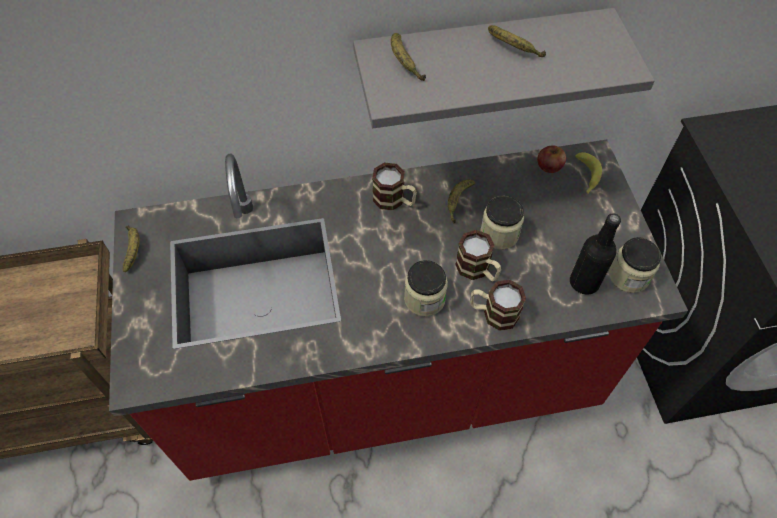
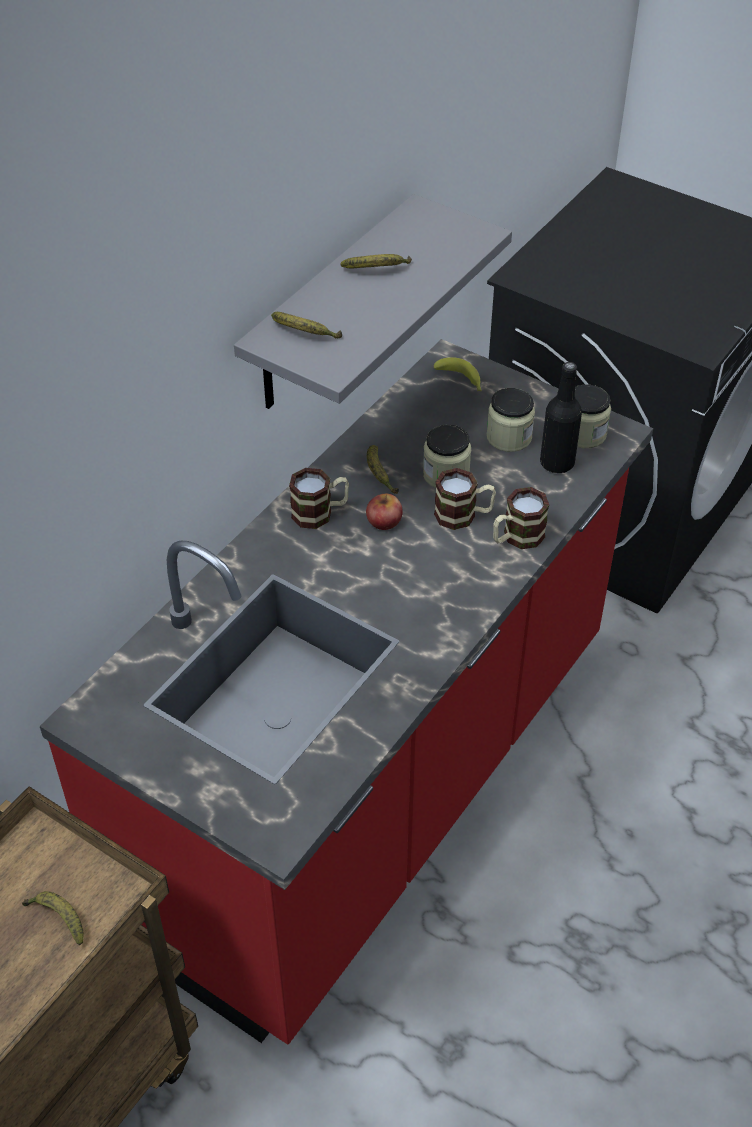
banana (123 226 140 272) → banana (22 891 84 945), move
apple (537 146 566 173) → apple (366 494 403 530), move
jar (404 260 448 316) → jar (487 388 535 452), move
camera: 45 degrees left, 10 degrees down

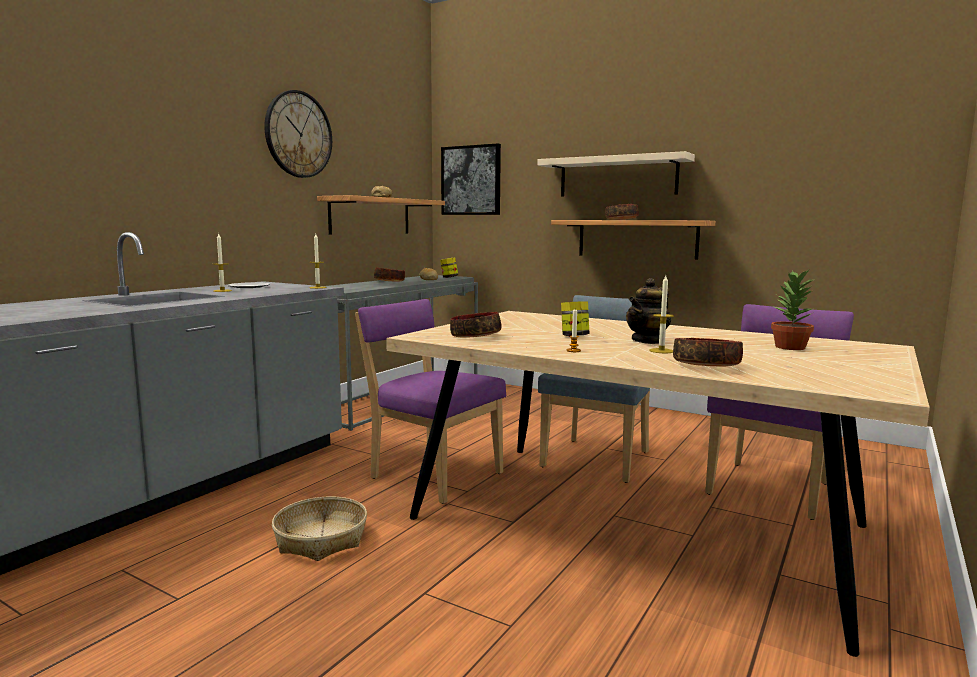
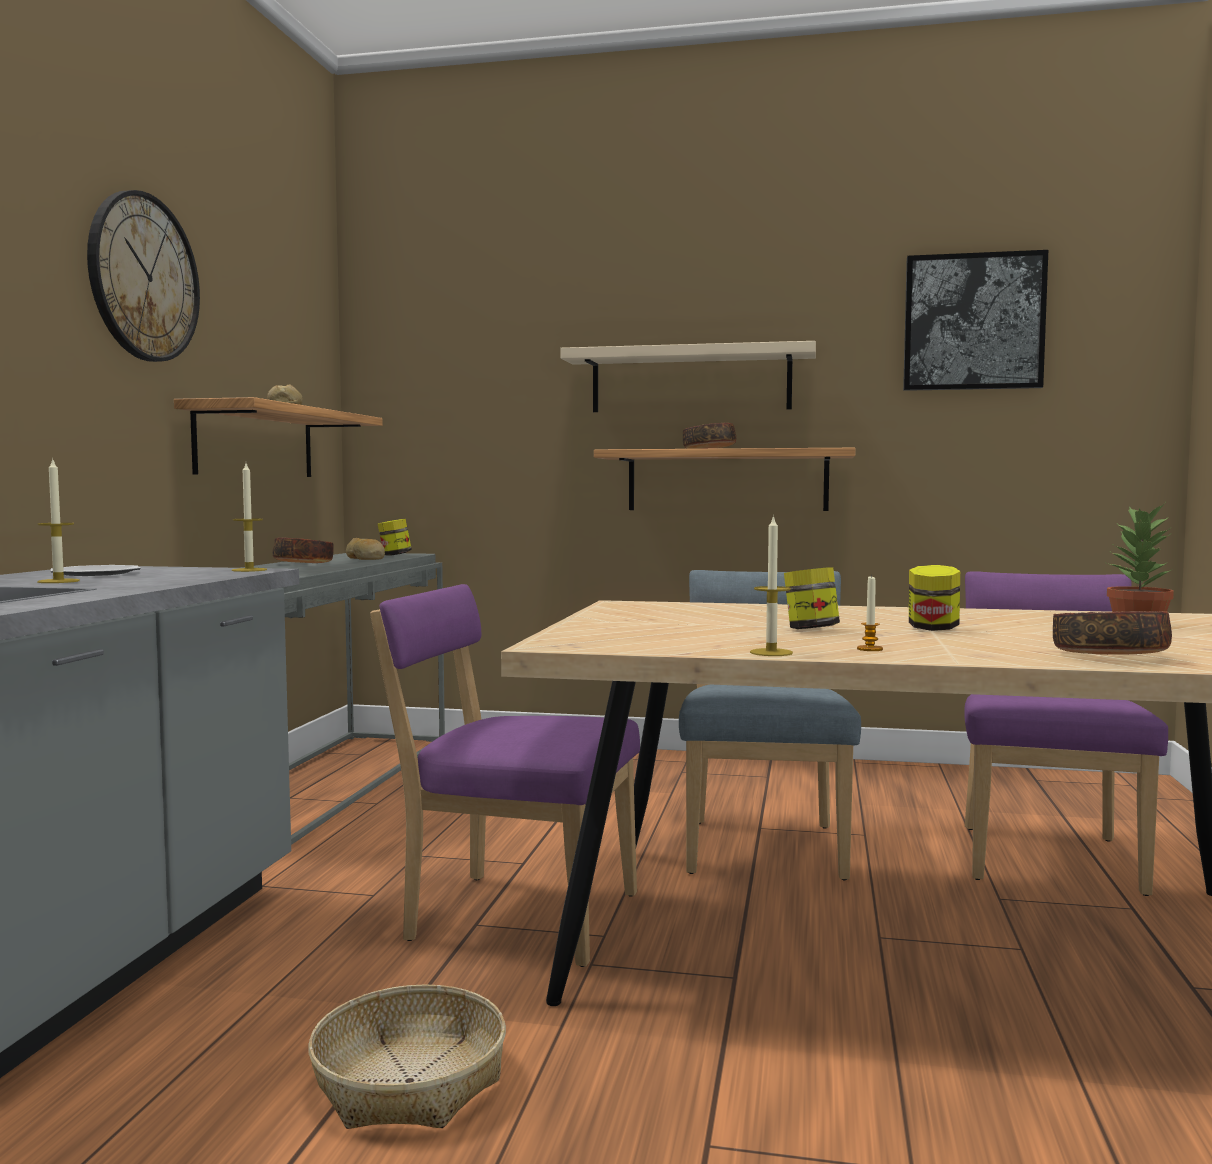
candle (650 275 674 353) → candle (750 515 793 656), move
picture (441 143 501 215) → picture (903 250 1048 391), move
teapot (626 278 671 344) → jar (909 565 960 631)
bowl (450 312 502 338) → -
camera: 20 degrees left, 5 degrees down

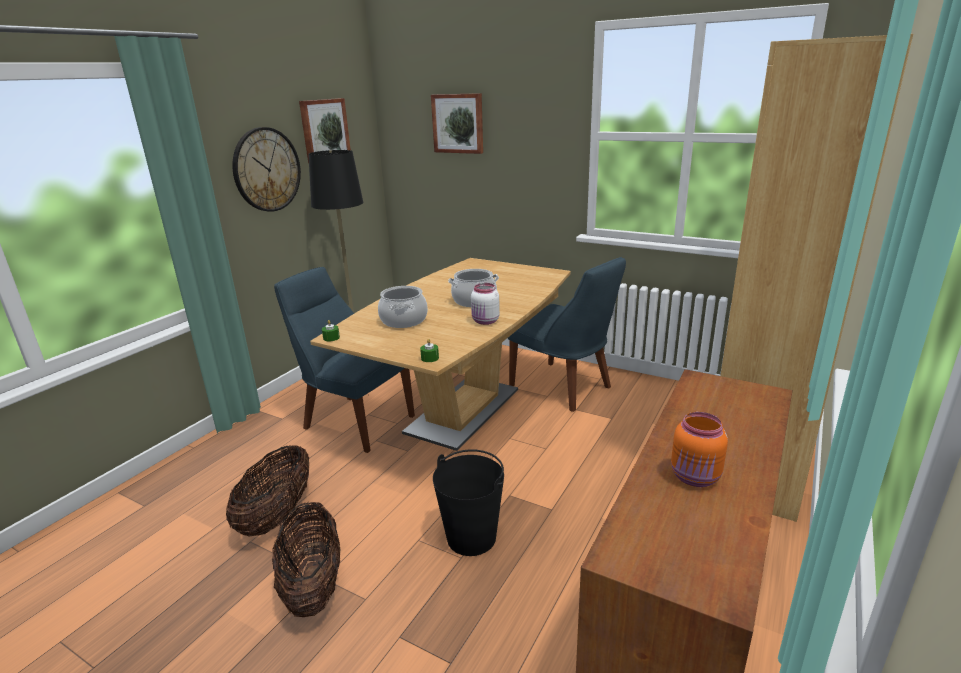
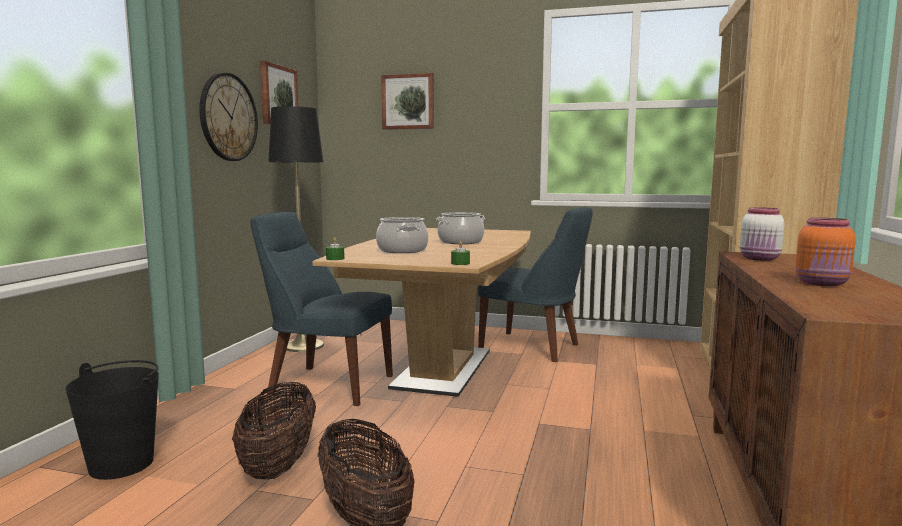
black bucket (433 449 504 556) → black bucket (65 360 159 480), move
white jar (471 283 500 325) → white jar (740 207 784 261), move
camera: 15 degrees left, 15 degrees down

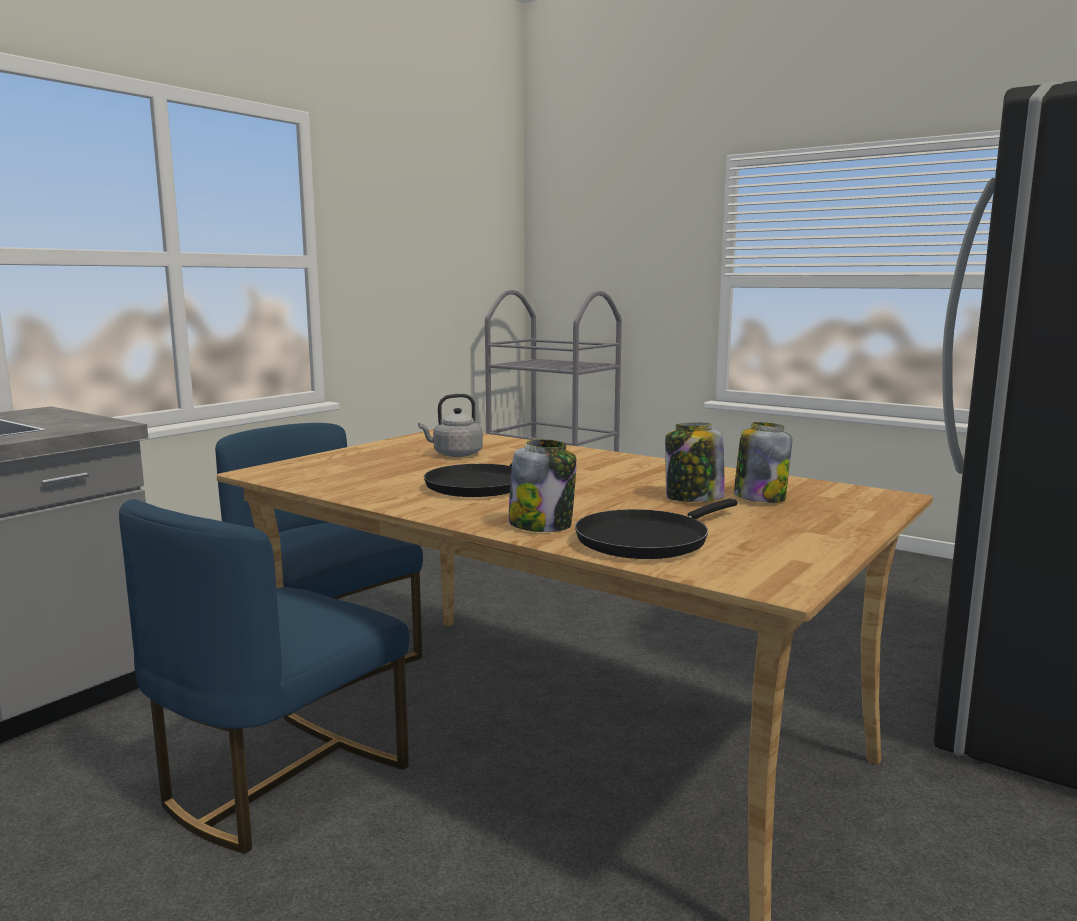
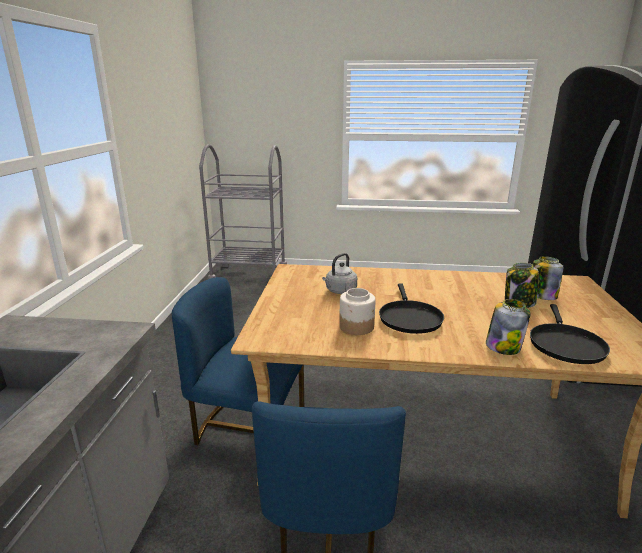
- → jar (339 288 376 335)
camera: 30 degrees left, 10 degrees up

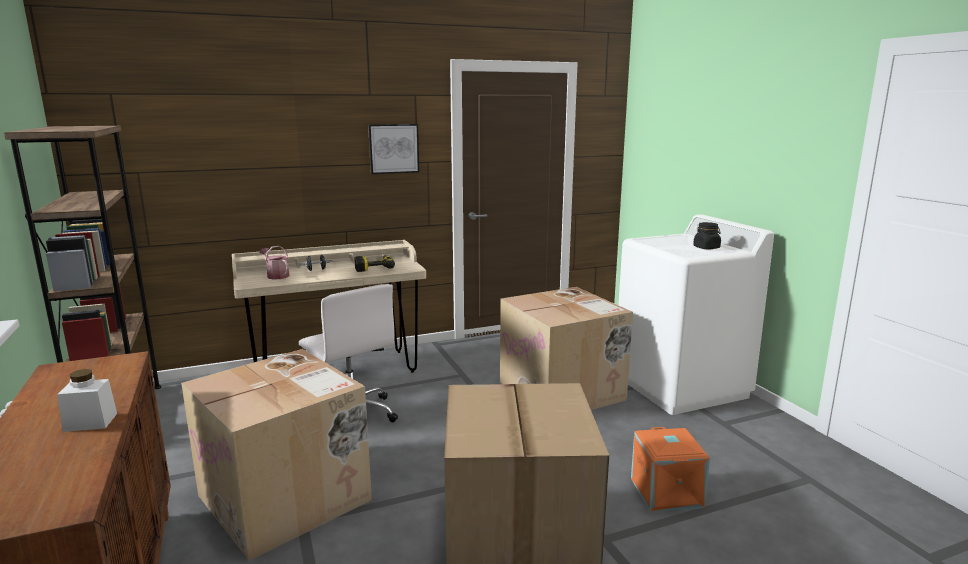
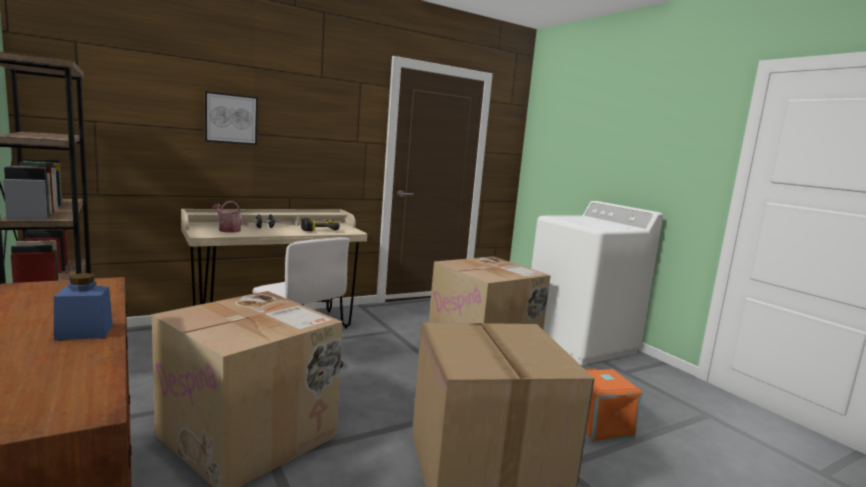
white jar (57 369 117 432) → blue jar (54 273 113 340)
picture (368 124 419 174) → picture (205 91 258 145), move
black jar (693 222 721 249) → -
camera: 10 degrees left, 5 degrees down

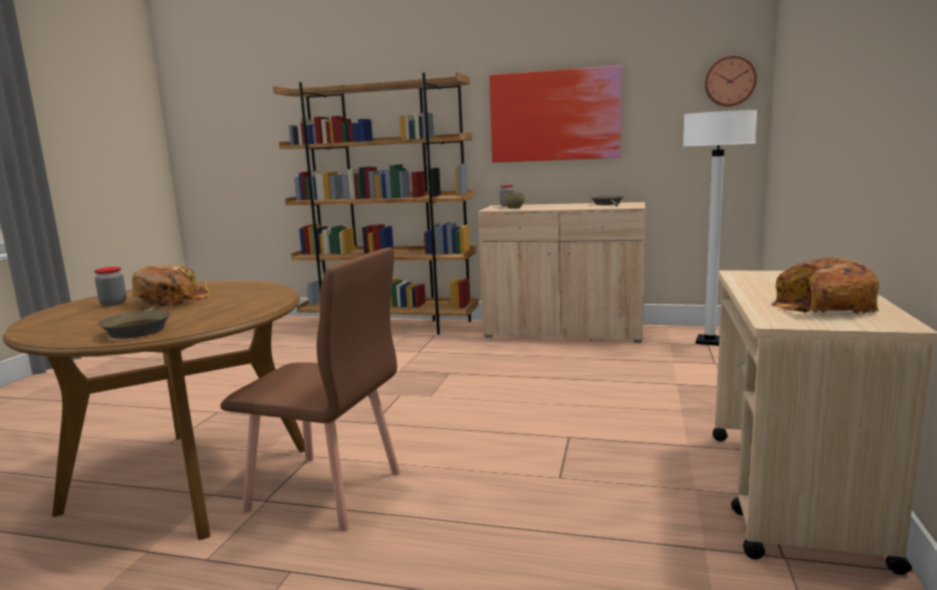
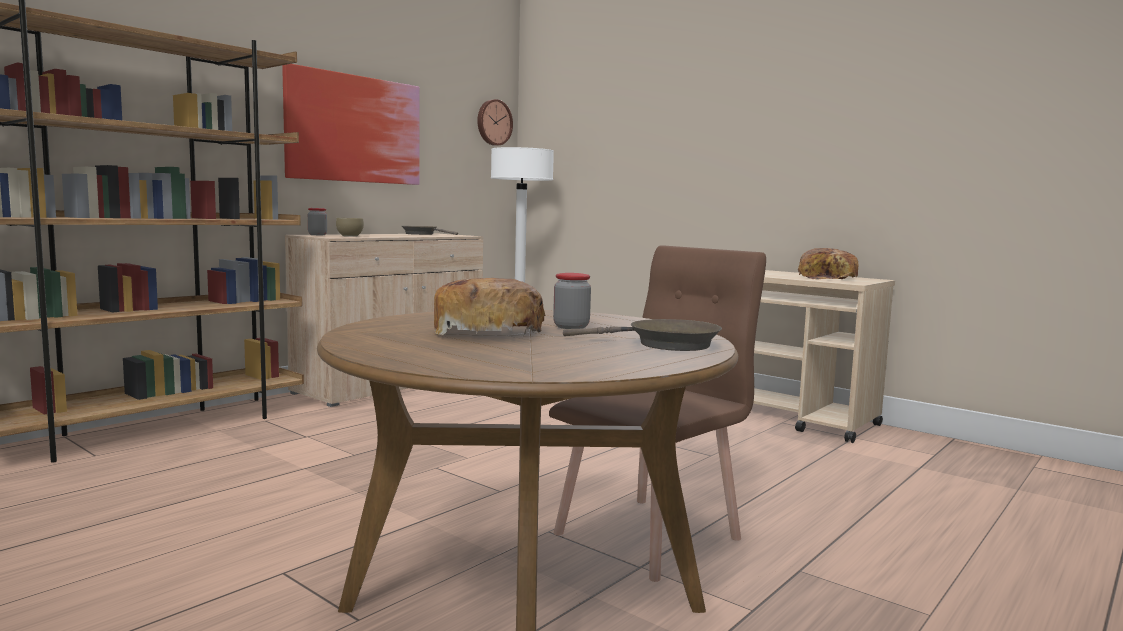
jar (94 267 127 306) → jar (553 273 591 329), move
camera: 65 degrees left, 5 degrees down

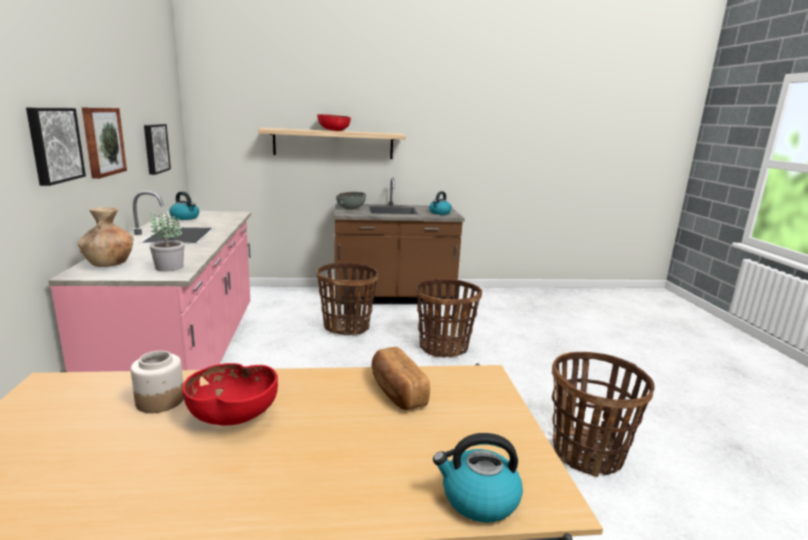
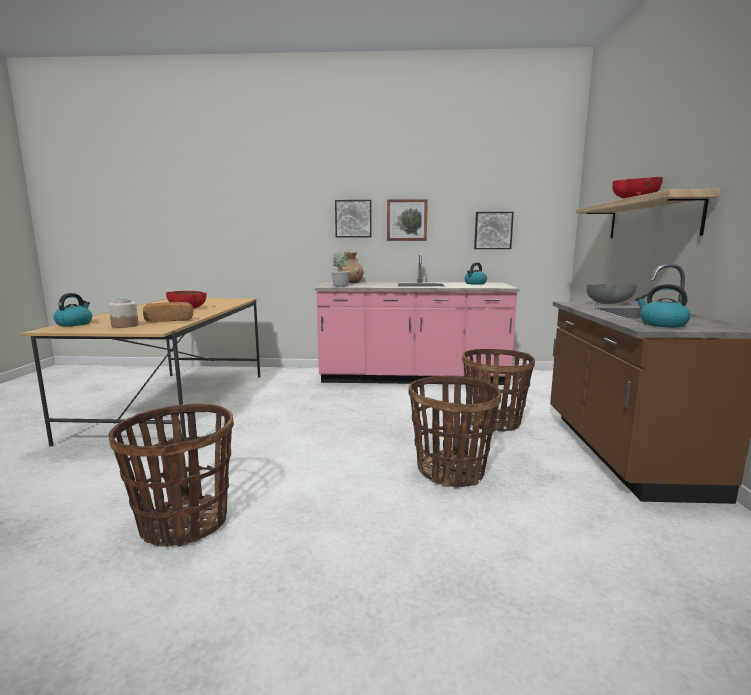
jar (130 351 184 413) → jar (109 299 139 328), move
camera: 100 degrees right, 5 degrees down

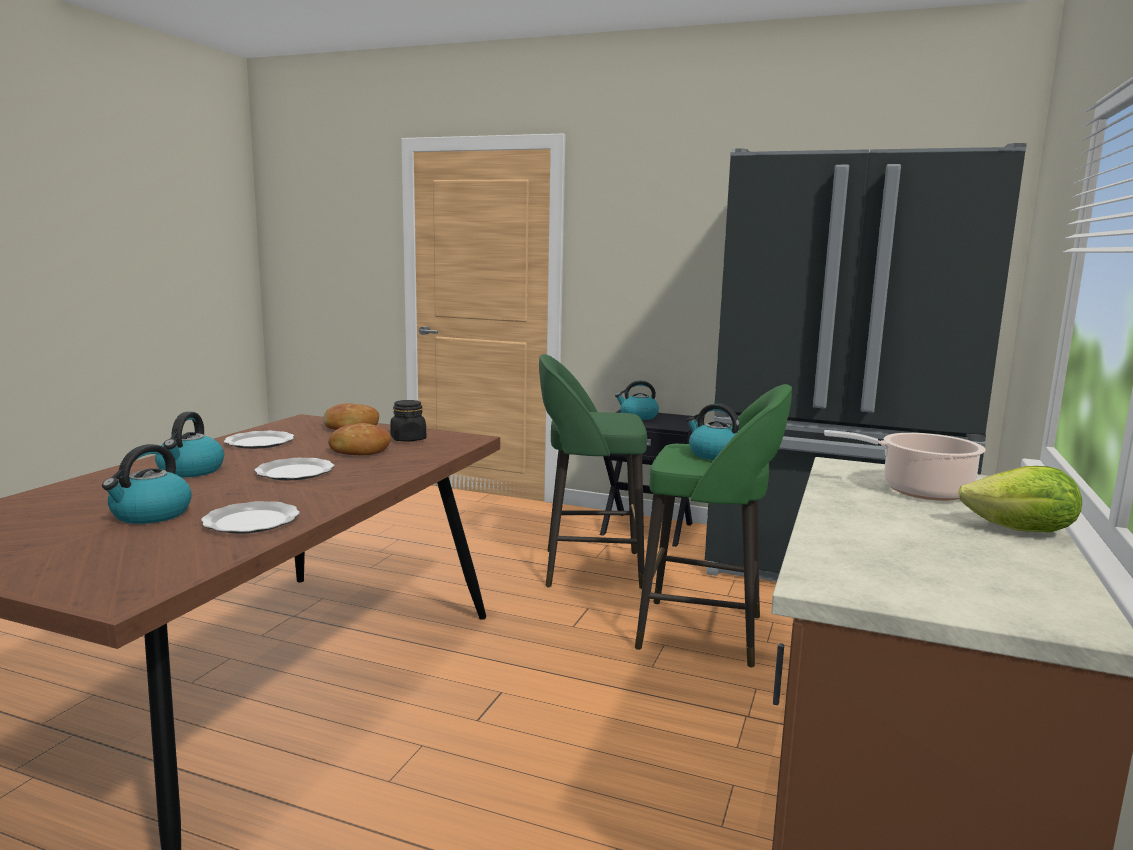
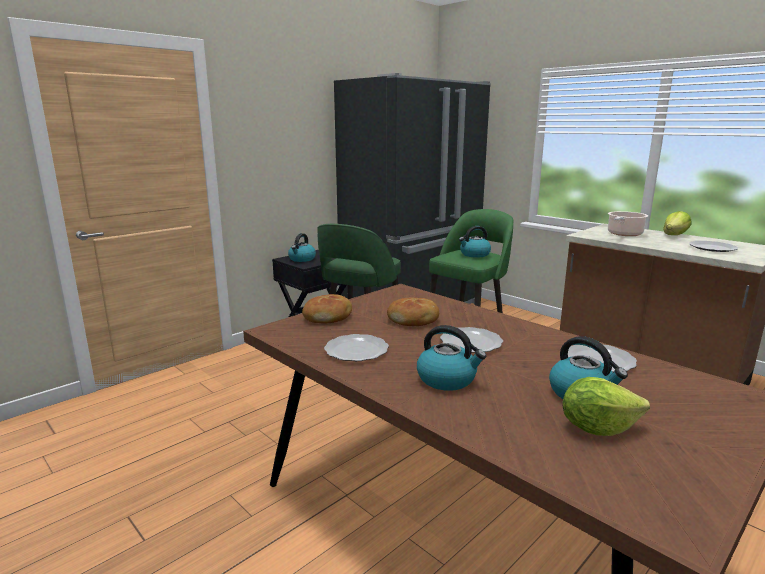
- → lettuce (562 377 650 436)
- → plate (689 241 738 252)
black jar (390 400 426 442) → -
camera: 65 degrees left, 5 degrees up

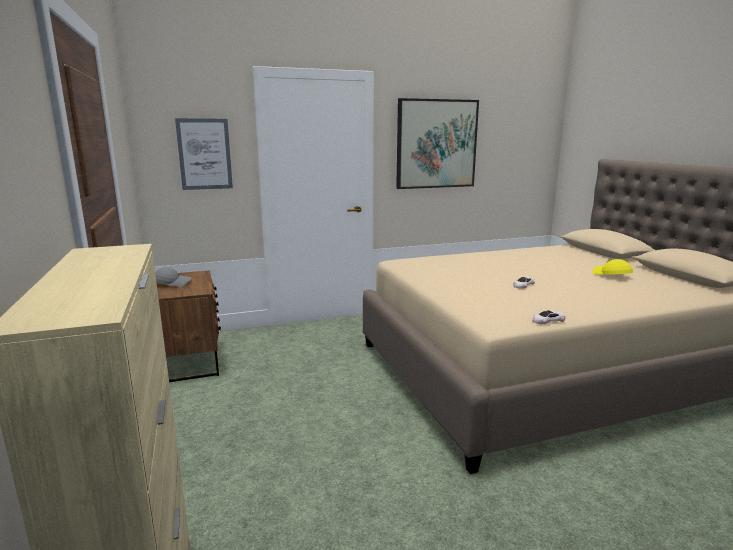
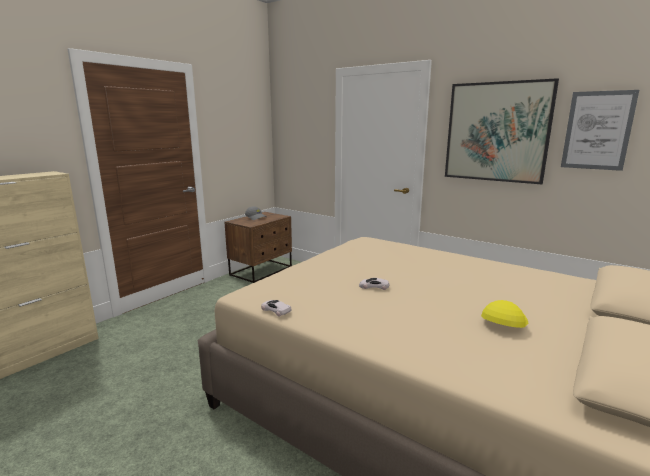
picture (175 118 233 190) → picture (561 90 639 171), move
camera: 55 degrees right, 0 degrees up

